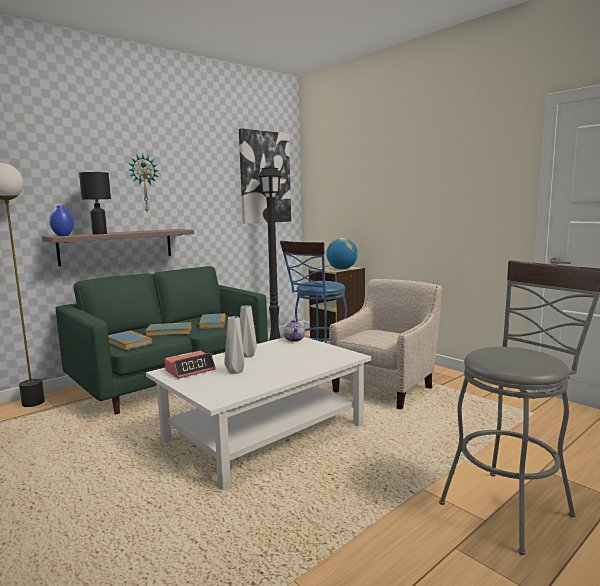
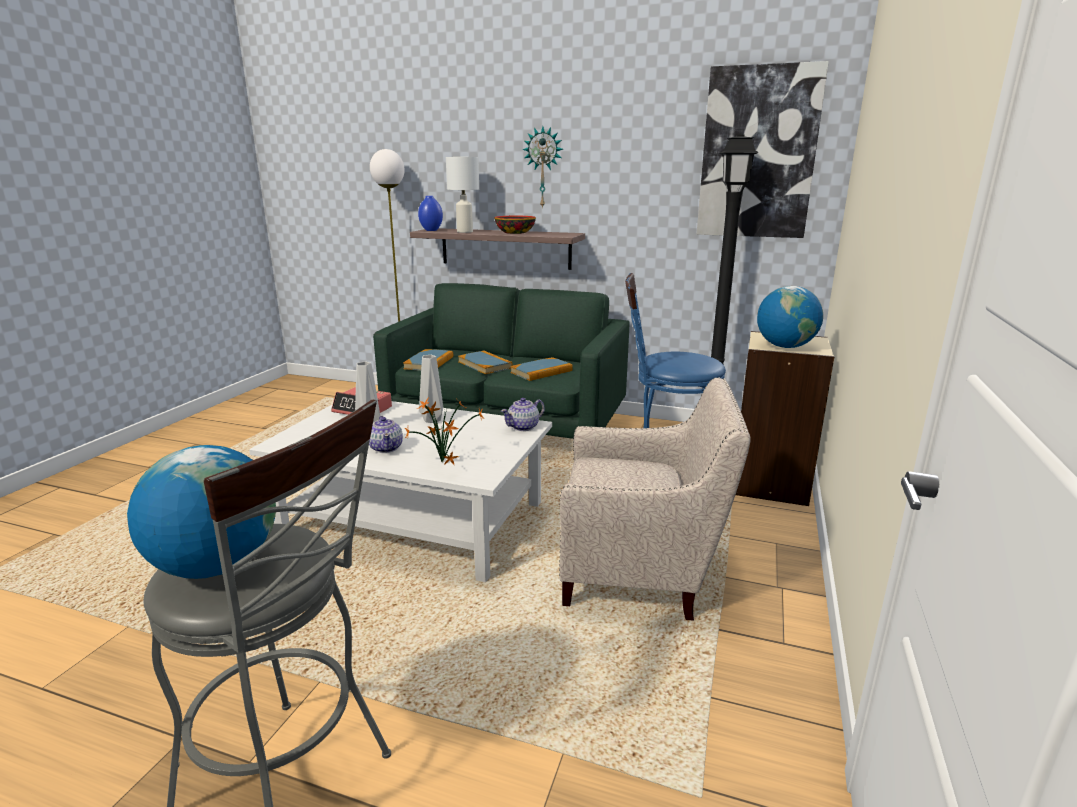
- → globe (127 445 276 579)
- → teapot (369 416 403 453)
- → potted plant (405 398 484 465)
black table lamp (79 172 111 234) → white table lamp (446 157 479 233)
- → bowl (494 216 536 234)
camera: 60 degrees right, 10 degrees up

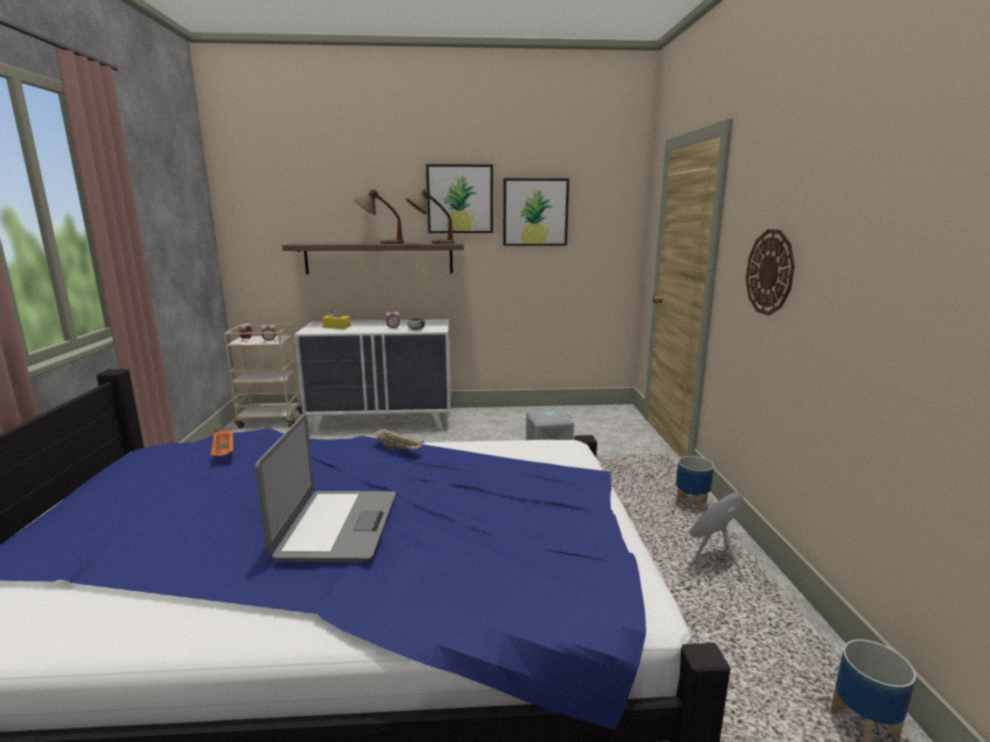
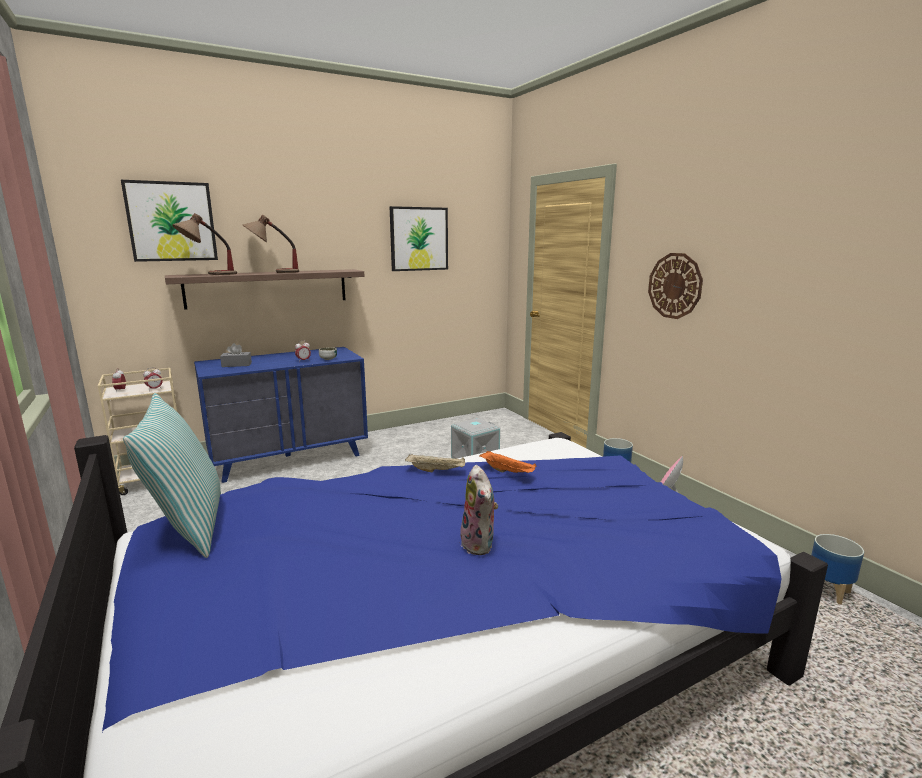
picture (426 164 493 233) → picture (121 180 218 262), move
- → pillow (123 393 221 558)
table lamp (406 189 455 244) → table lamp (172 213 237 275), move
white dresser (294 319 451 432) → blue dresser (194 347 368 483)
yellow tissue box (322 307 351 329) → grey tissue box (220 343 252 367)
laptop (255 414 396 562) → plush toy (460 465 498 555)
orange tray (210 429 234 456) → orange tray (480 451 537 473), move
camera: 25 degrees left, 0 degrees up

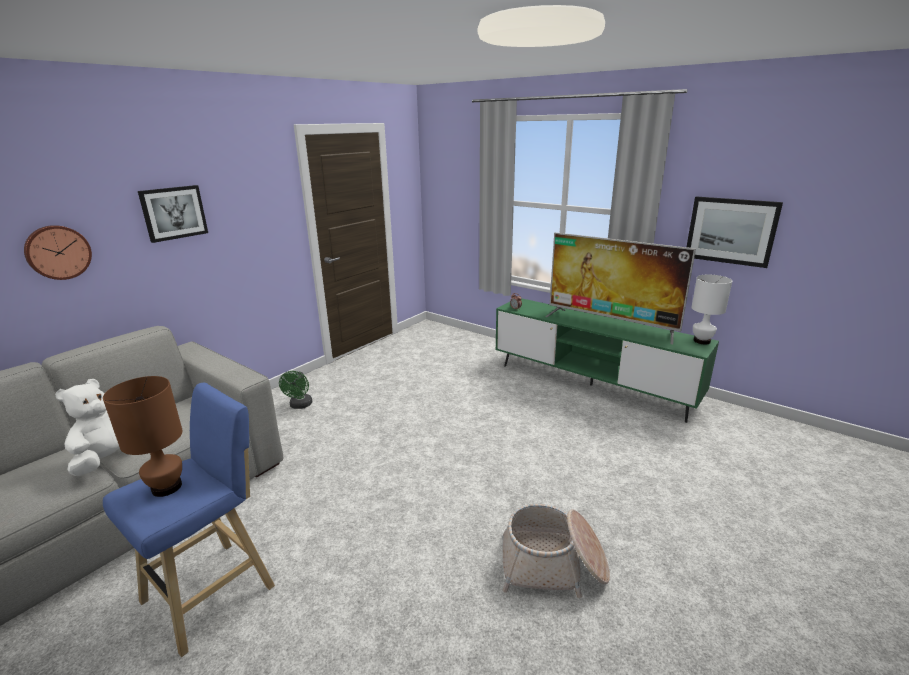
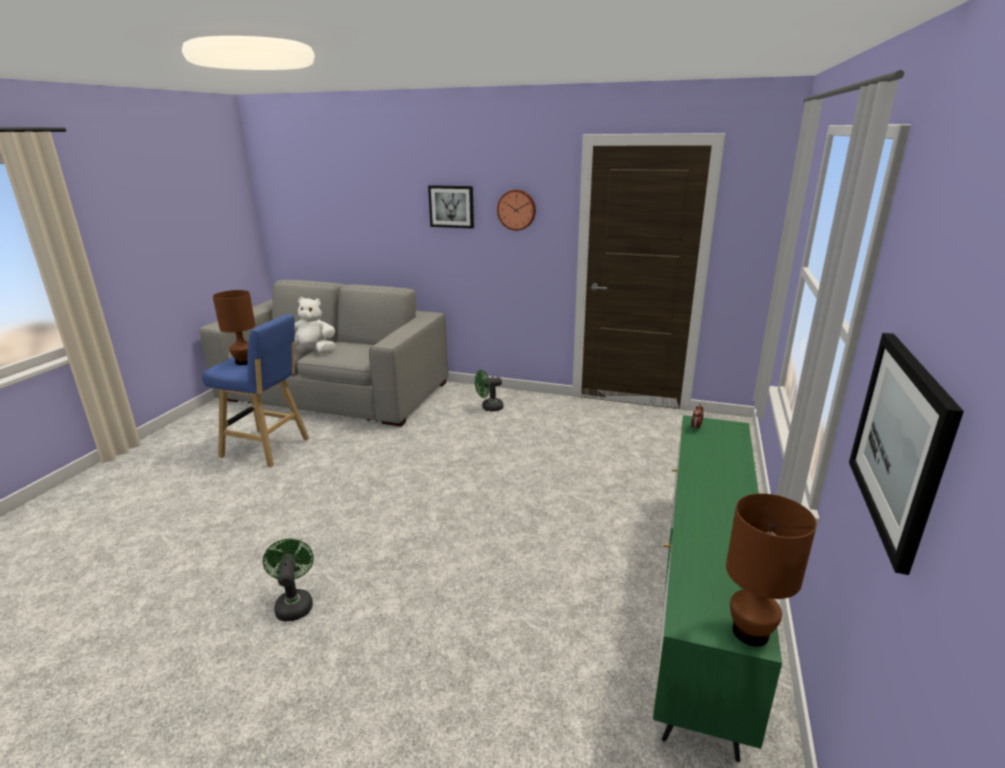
basket (502 504 610 598) → green fan (263 539 314 622)
wall clock (24 225 92 280) → wall clock (497 189 536 231), move
white table lamp (691 274 732 344) → brown table lamp (726 493 817 646)
television (545 232 696 344) → -
camera: 70 degrees right, 0 degrees up

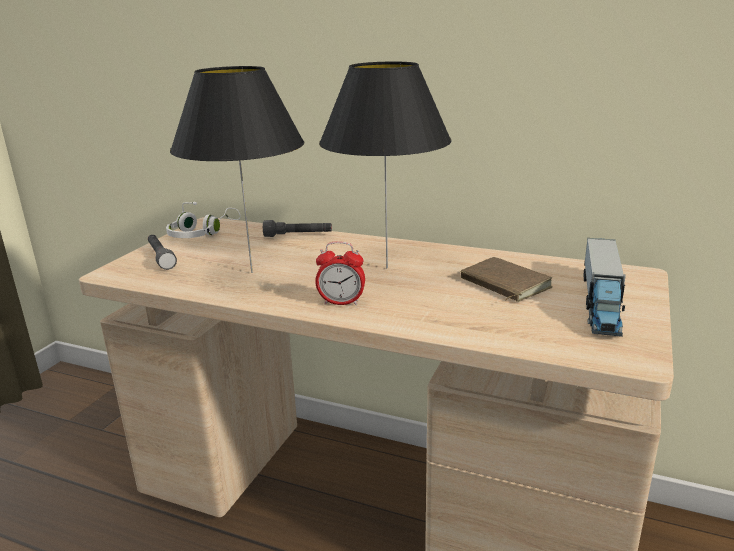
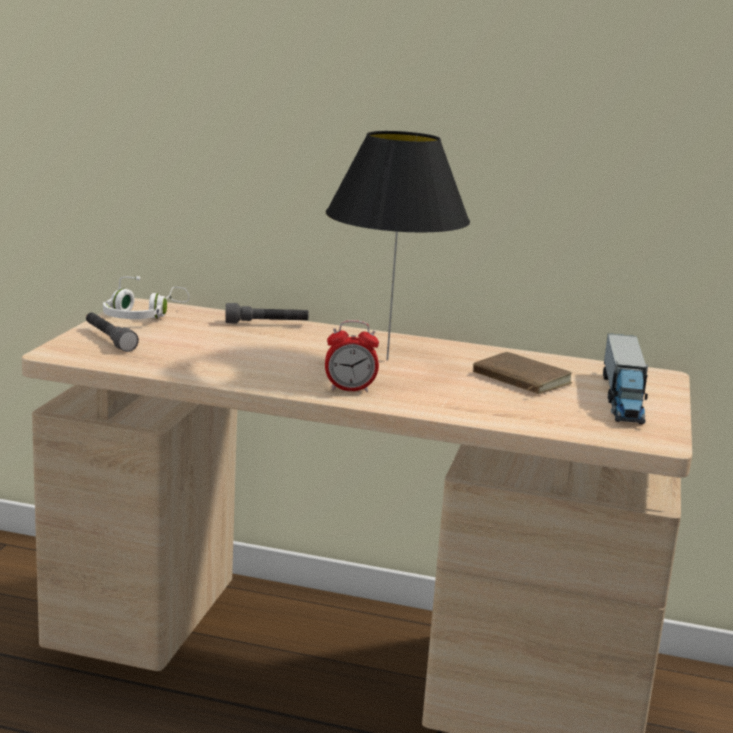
black table lamp (170 66 304 273) → -
camera: 10 degrees left, 5 degrees down

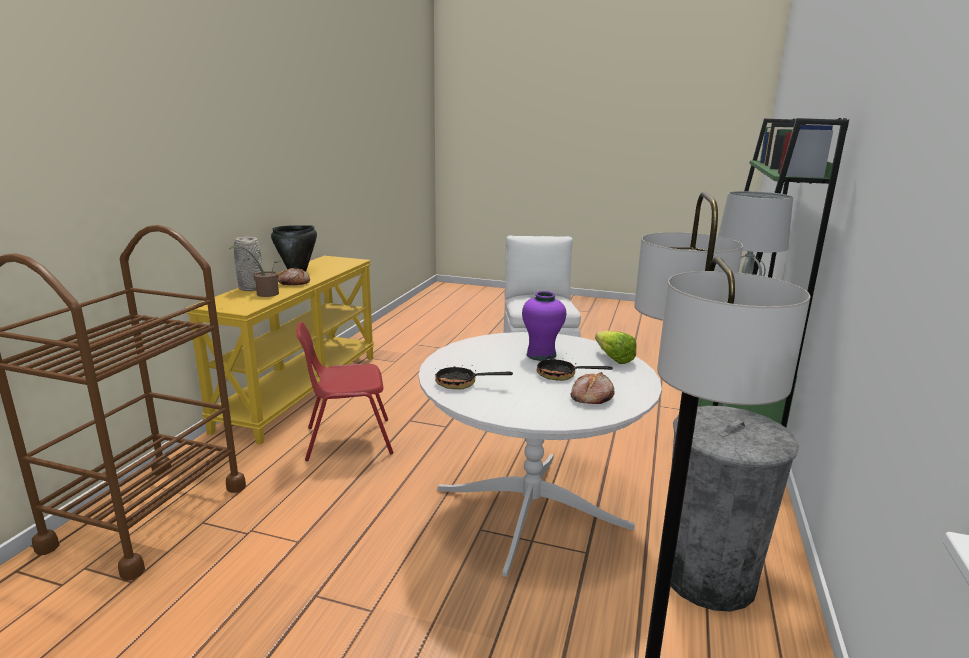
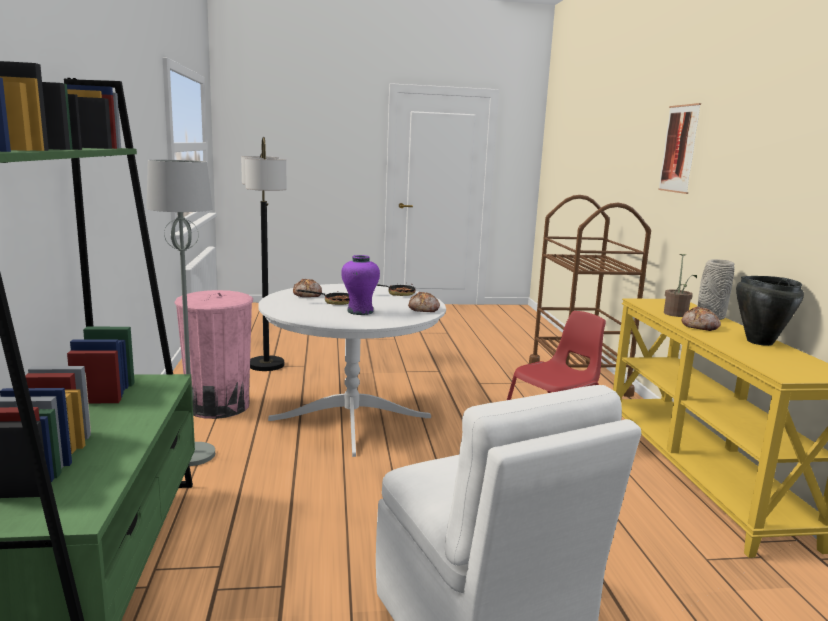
grey trash can (671 406 799 611) → pink trash can (174 290 253 419)
- → bread (408 292 440 312)
- → picture (658 103 701 194)
lettuce (595 331 637 364) → -
camera: 155 degrees right, 5 degrees down

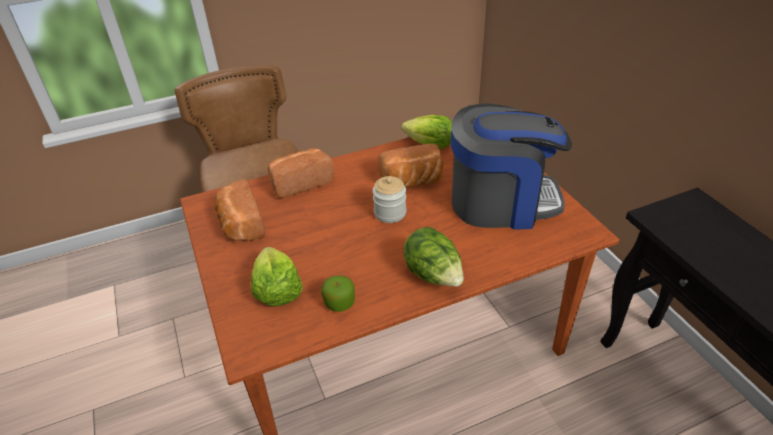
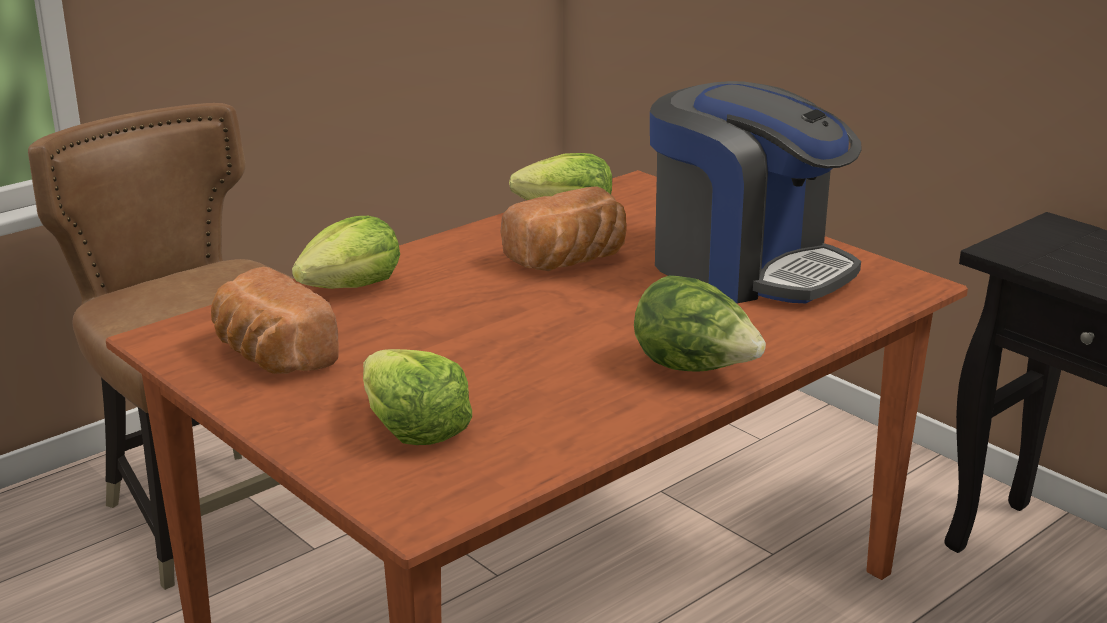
bread (268 148 334 198) → lettuce (292 216 400 289)
coffee machine (451 104 572 230) → coffee machine (650 81 862 303), 60 degrees clockwise
apple (321 275 355 312) → -
jar (373 176 406 223) → -
camera: 20 degrees left, 15 degrees down

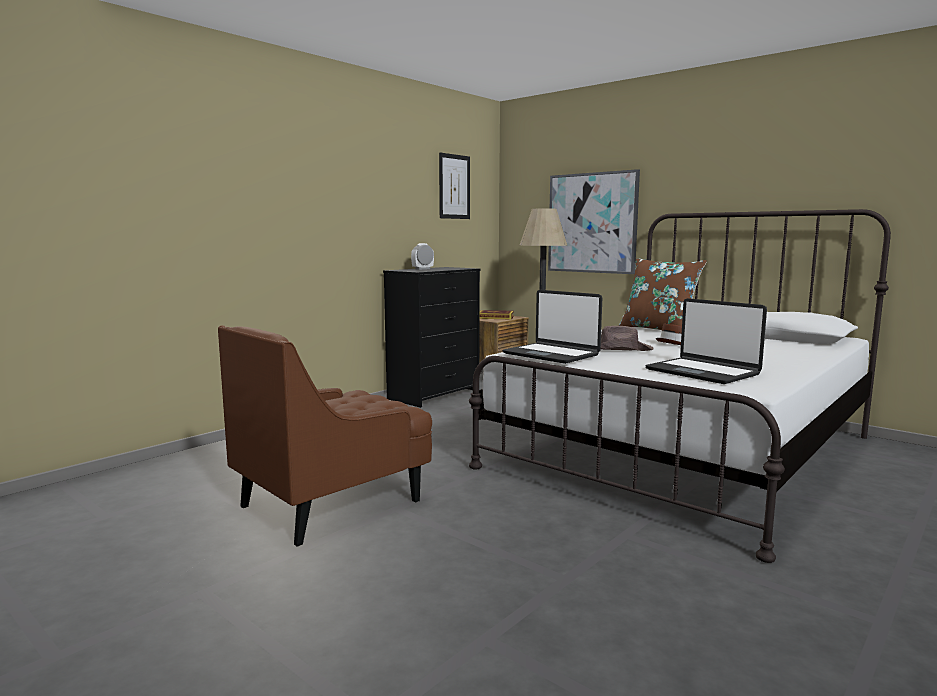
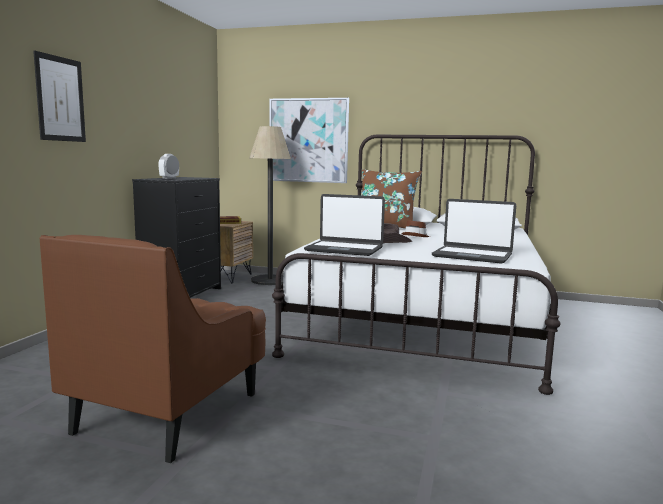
picture (439 152 470 219) → picture (33 50 86 142), move
camera: 25 degrees left, 0 degrees up

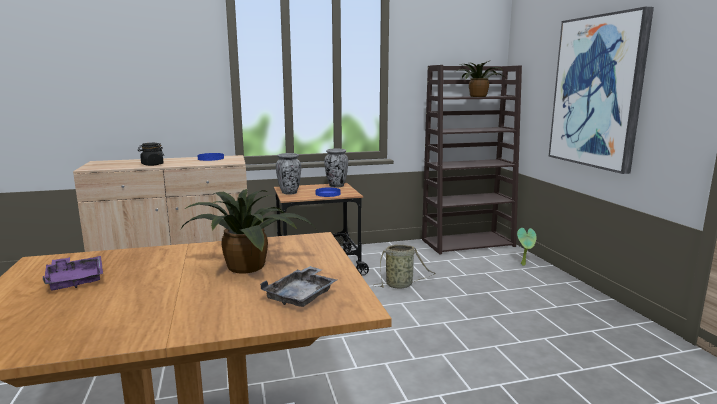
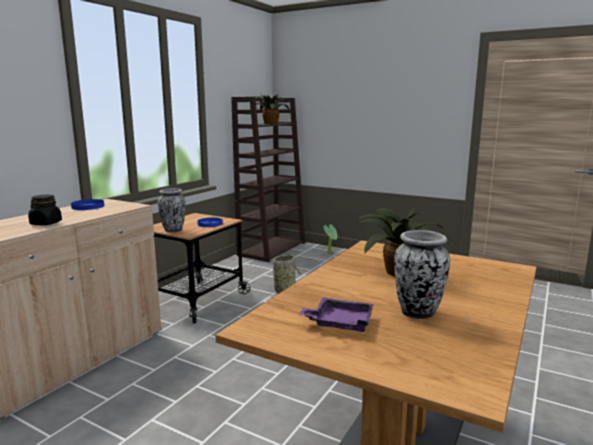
vase (324 149 348 187) → vase (394 230 450 319), move
grey tray (260 266 337 307) → -
picture (549 7 654 174) → -
camera: 45 degrees left, 0 degrees up

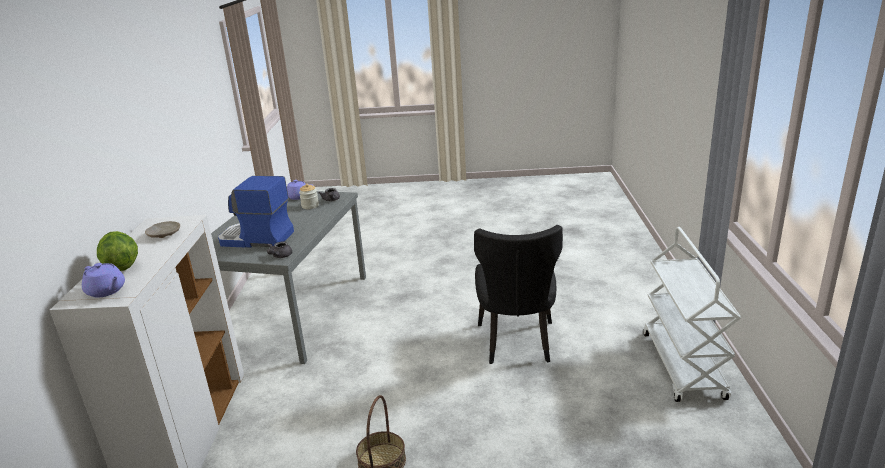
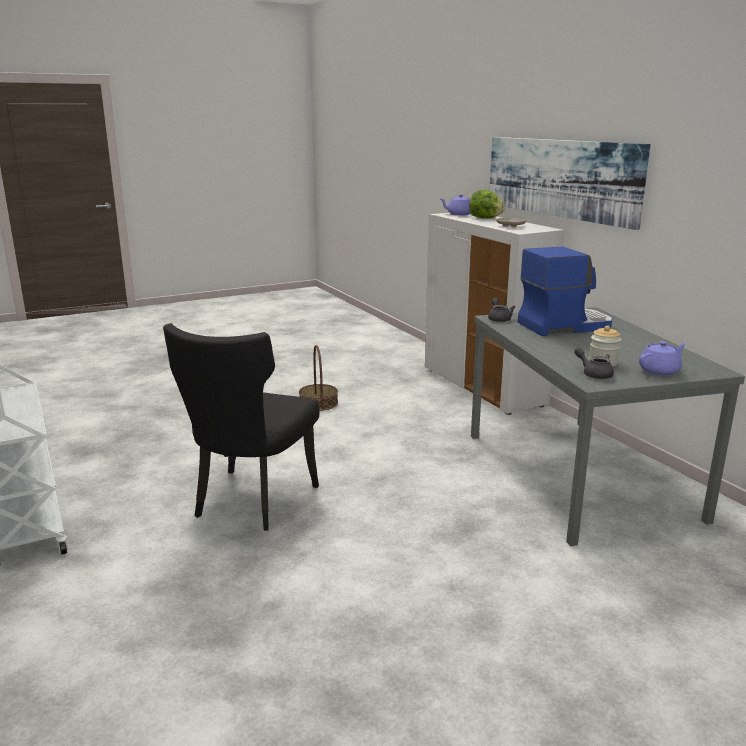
black chair (474 225 563 364) → black chair (163 323 320 531), 135 degrees counterclockwise
- → picture (489 137 651 230)
camera: 150 degrees right, 5 degrees down

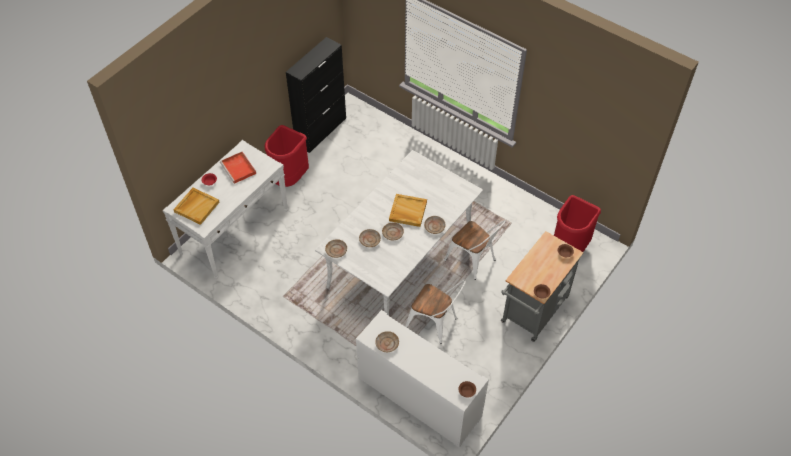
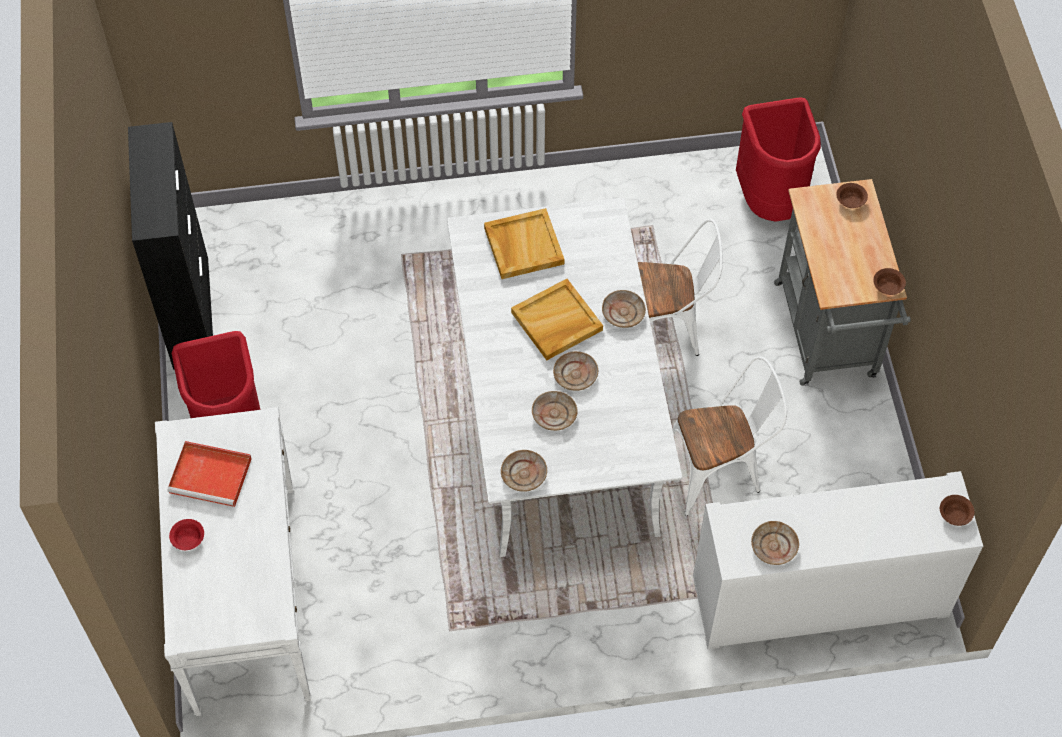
beige tray (173 188 219 225) → beige tray (484 208 564 279), move
camera: 45 degrees left, 5 degrees up

